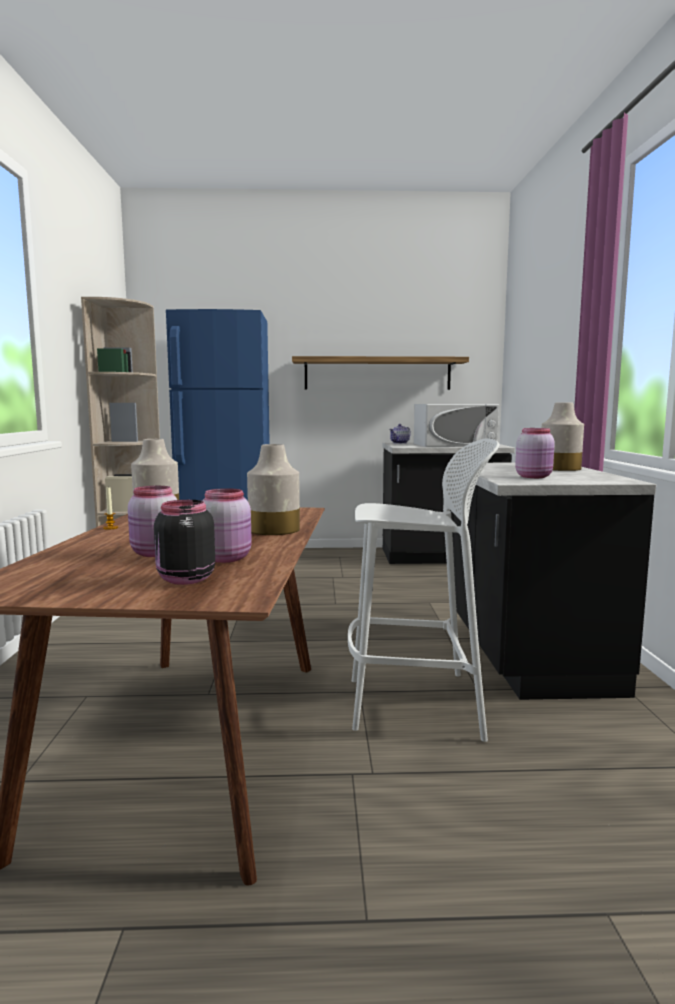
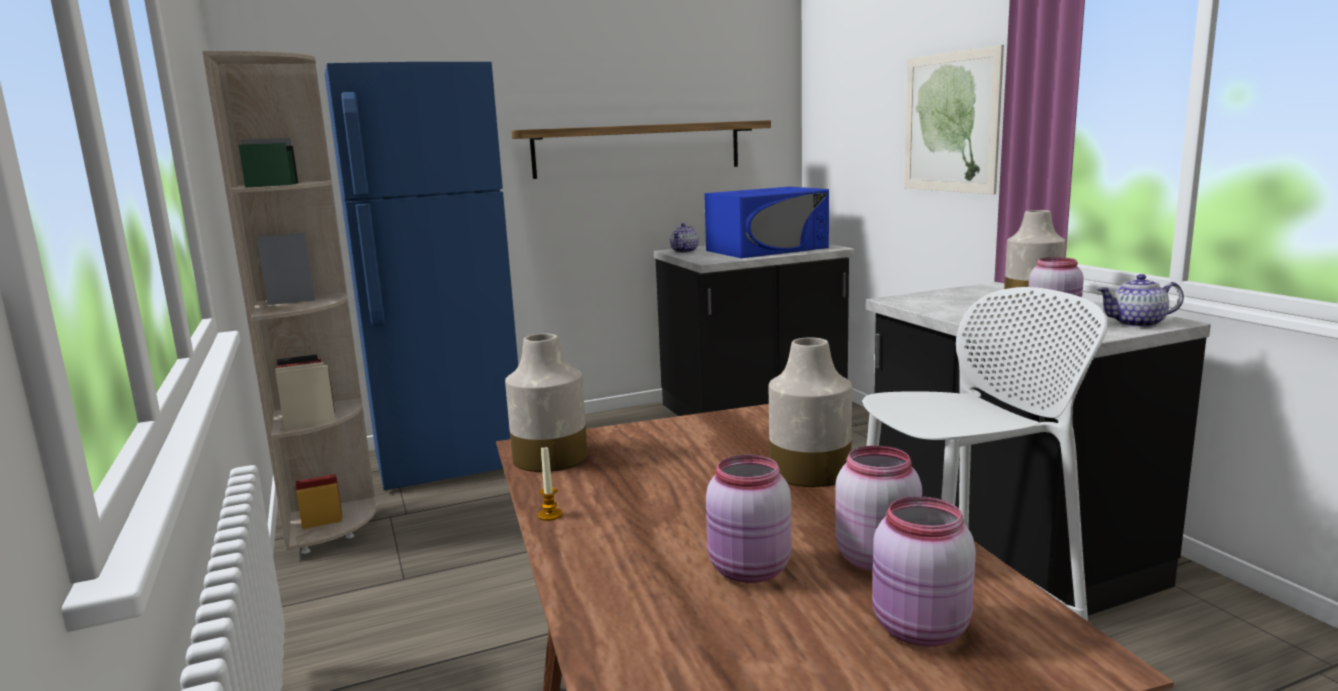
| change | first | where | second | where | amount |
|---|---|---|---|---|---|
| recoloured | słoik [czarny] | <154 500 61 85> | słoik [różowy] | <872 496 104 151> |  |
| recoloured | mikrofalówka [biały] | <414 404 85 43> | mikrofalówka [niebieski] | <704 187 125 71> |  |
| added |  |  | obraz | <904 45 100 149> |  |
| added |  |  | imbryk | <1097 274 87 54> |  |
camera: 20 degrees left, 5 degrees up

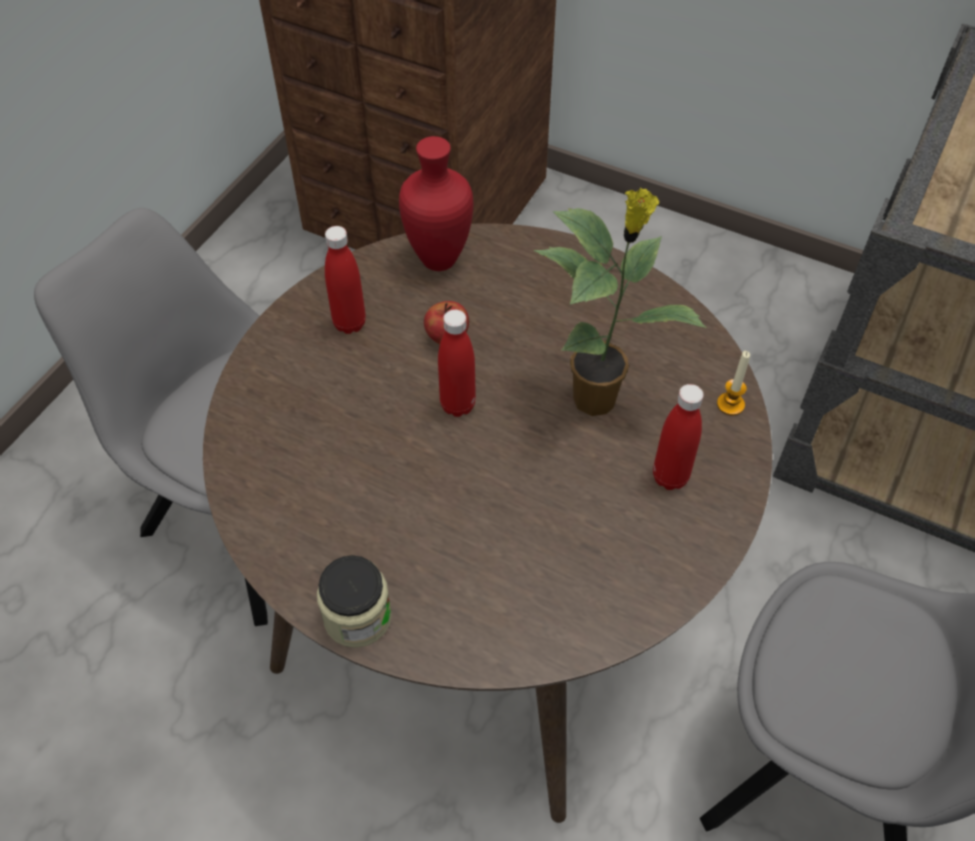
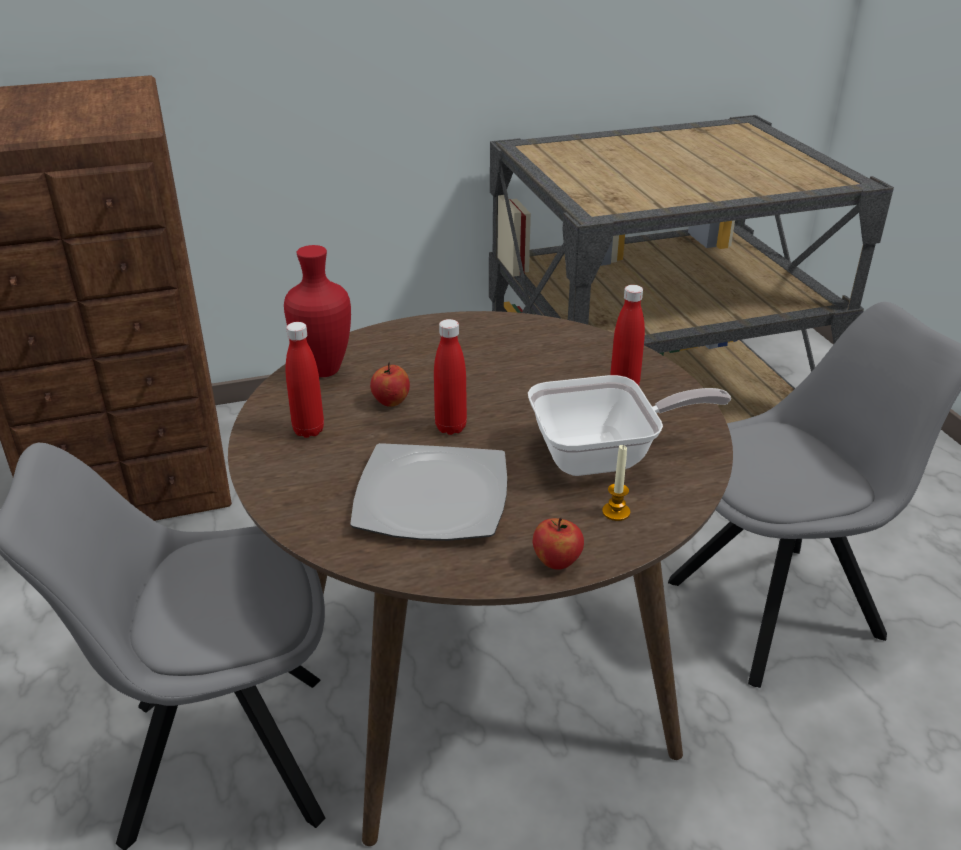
| change | first | where | second | where | amount |
|---|---|---|---|---|---|
| replaced | słoik | <317 555 75 93> | jabłko | <532 517 52 53> |  |
| removed | roślina doniczkowa | <533 188 174 228> |  |  |  |
| moved | świeca | <717 351 33 65> |  | <602 445 28 76> |  |
| added |  |  | talerz | <350 443 157 98> |  |
| added |  |  | patelnia | <528 375 203 101> |  |
camera: 45 degrees left, 20 degrees down

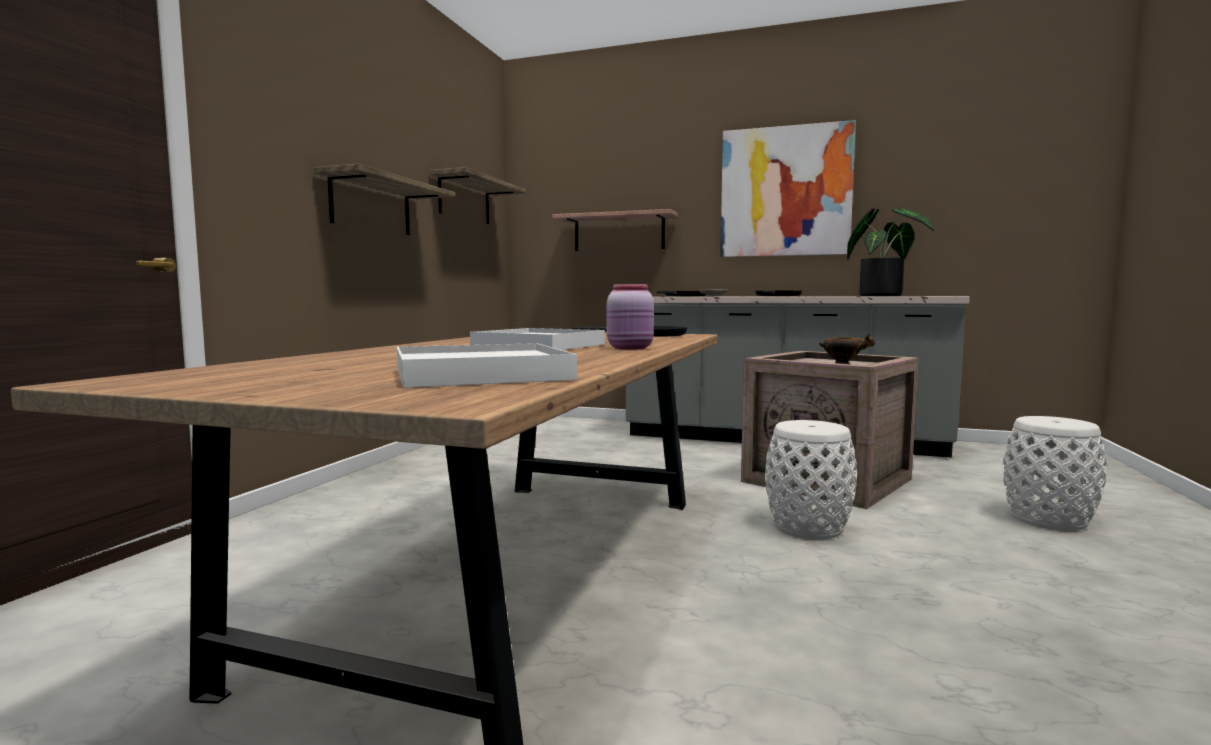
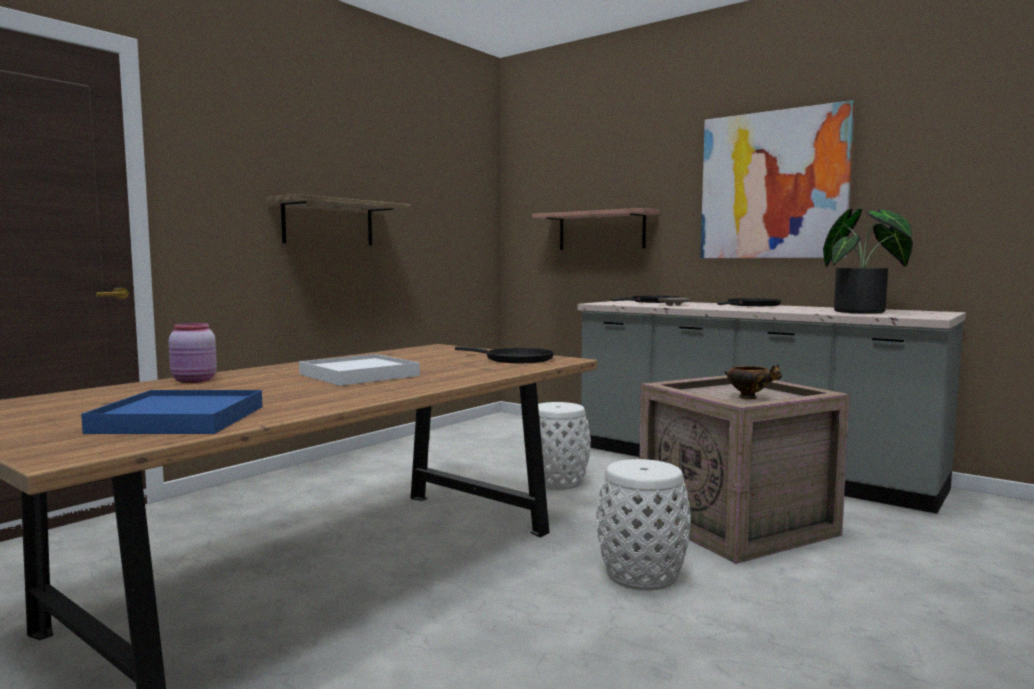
| change | first | where | second | where | amount |
|---|---|---|---|---|---|
| recoloured | taca [biały] | <397 343 180 45> | taca [niebieski] | <81 390 182 44> |  |
| removed | półka | <429 167 97 57> |  |  |  |
| moved | słoik [różowy] | <607 284 47 66> |  | <169 323 48 60> |  |
| moved | stołek [biały] | <1003 416 104 115> |  | <538 402 53 88> |  |
camera: 20 degrees right, 0 degrees up

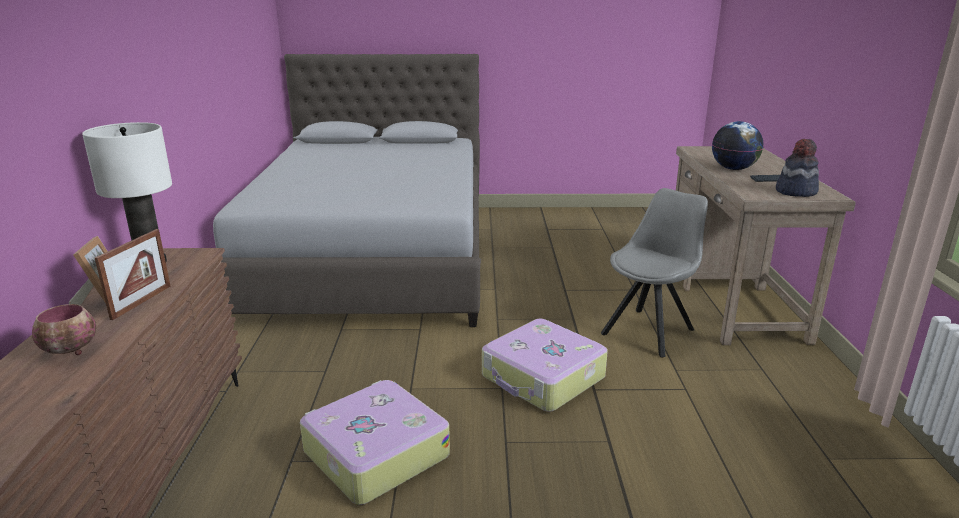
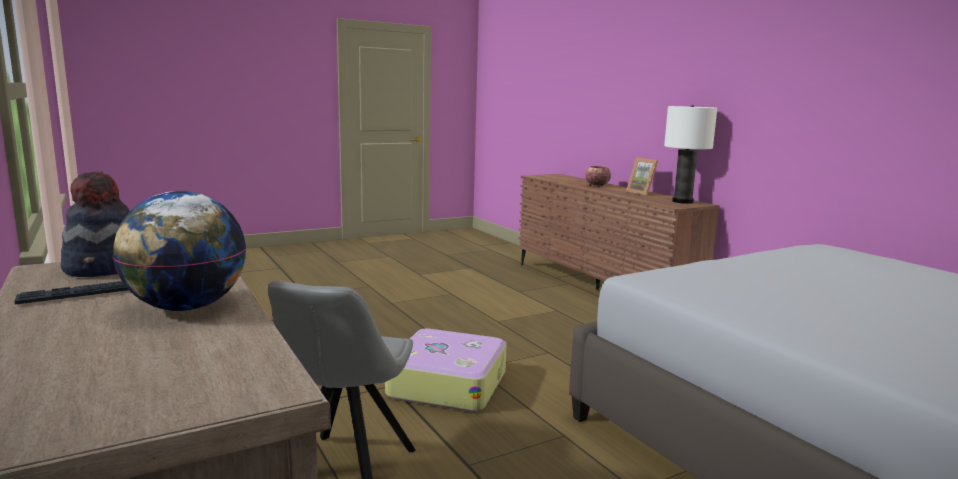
| change | first | where | second | where | amount |
|---|---|---|---|---|---|
| removed | ramka na zdjęcie | <95 229 75 91> |  |  |  |
| removed | walizka | <300 380 150 125> |  |  |  |
camera: 150 degrees right, 10 degrees down

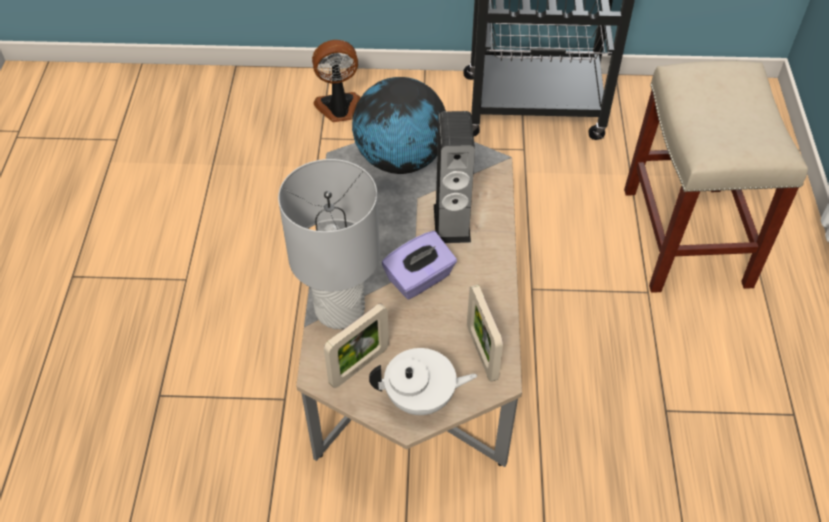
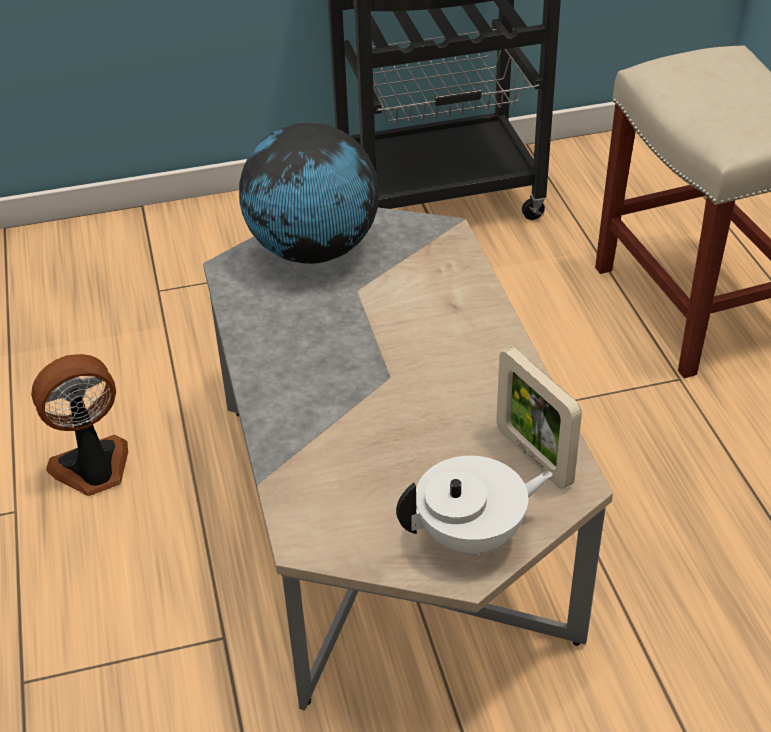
| change | first | where | second | where | amount |
|---|---|---|---|---|---|
| removed | lampa stołowa [szary] | <278 159 102 170> |  |  |  |
| moved | wentylator | <312 40 49 82> |  | <31 354 97 142> |  |
| removed | ramka na zdjęcie | <324 304 65 84> |  |  |  |
| removed | pudełko chusteczek [fioletowy] | <382 231 75 68> |  |  |  |
| removed | głośnik | <434 111 41 132> |  |  |  |
camera: 15 degrees left, 10 degrees down

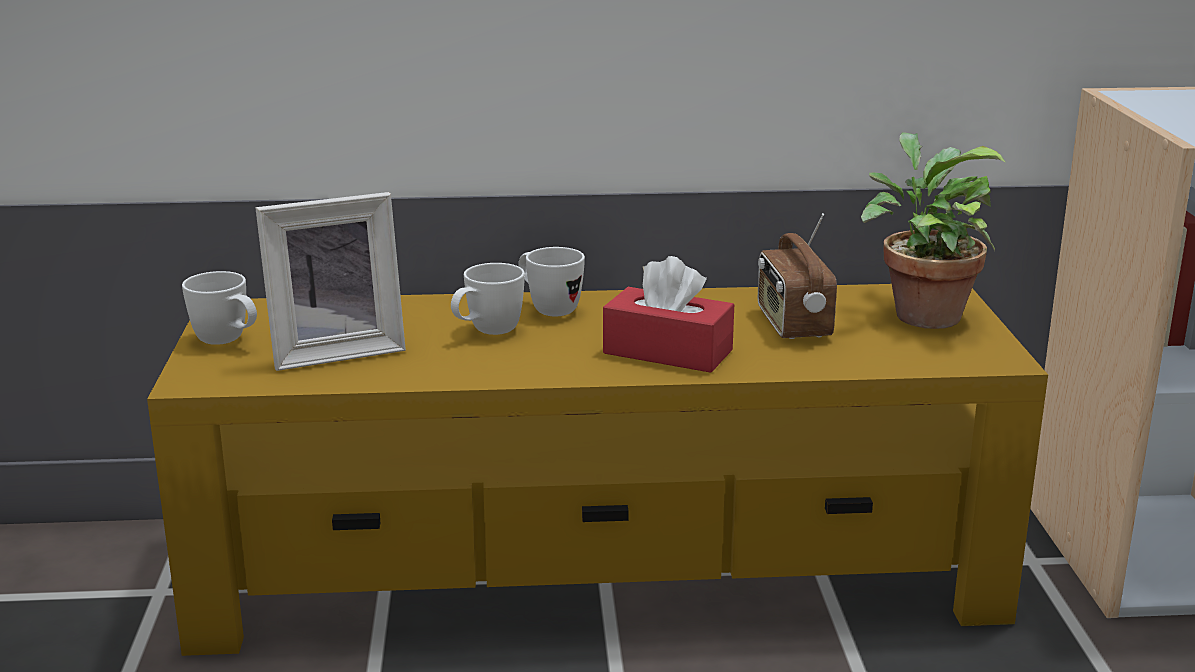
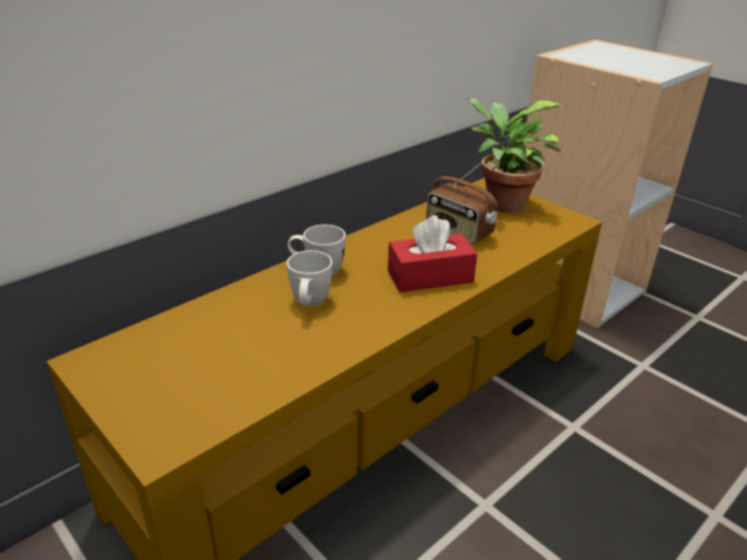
| change | first | where | second | where | amount |
|---|---|---|---|---|---|
| removed | kubek [biały] | <182 271 75 74> |  |  |  |
| removed | ramka na zdjęcie | <256 192 150 179> |  |  |  |
camera: 40 degrees left, 10 degrees up

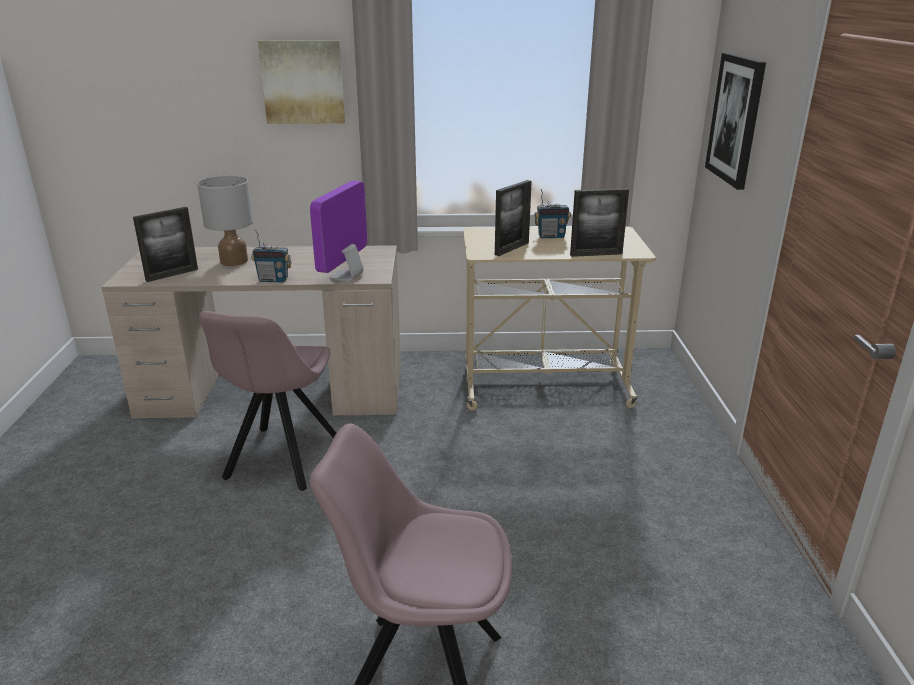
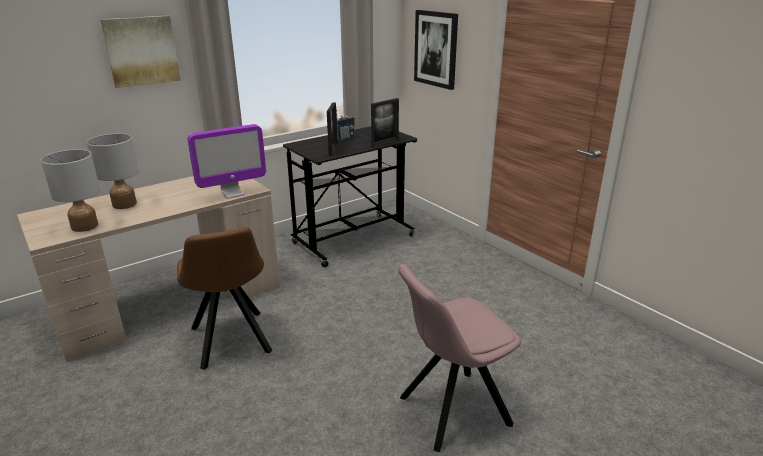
| change | first | where | second | where | amount |
|---|---|---|---|---|---|
| replaced | ramka na zdjęcie | <133 207 65 75> | lampa stołowa [szary] | <41 149 59 83> |  |
| recoloured | krzesło [różowy] | <199 311 137 180> | krzesło [brązowy] | <177 227 95 143> |  |
| removed | radio | <251 230 41 53> |  |  |  |
| turned | monitor | <310 181 57 101> |  | <187 124 79 75> | 105 degrees counterclockwise |
| recoloured | biurko [beżowy] | <463 227 193 183> | biurko [czarny] | <283 126 134 141> |  |
camera: 35 degrees left, 0 degrees up

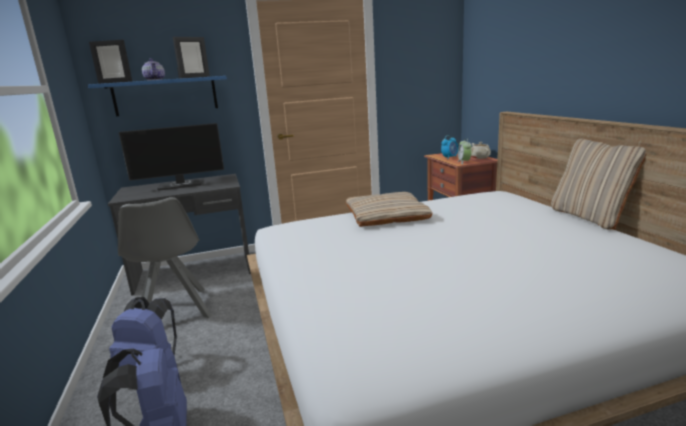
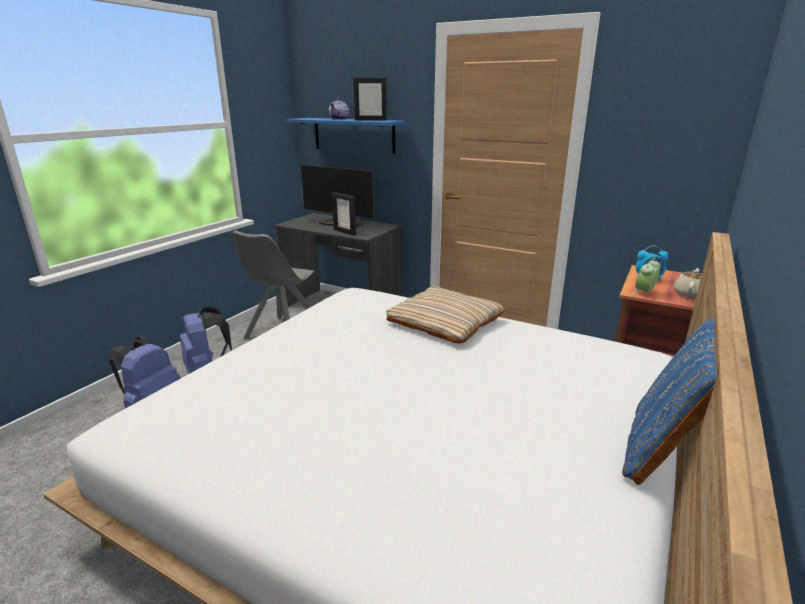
| change | first | where | second | where | amount |
|---|---|---|---|---|---|
| moved | ramka na zdjęcie | <89 40 43 44> |  | <332 192 24 44> |  |
| recoloured | poduszka [beżowy] | <551 139 95 91> | poduszka [niebieski] | <622 317 95 168> |  |
camera: 45 degrees right, 5 degrees up

